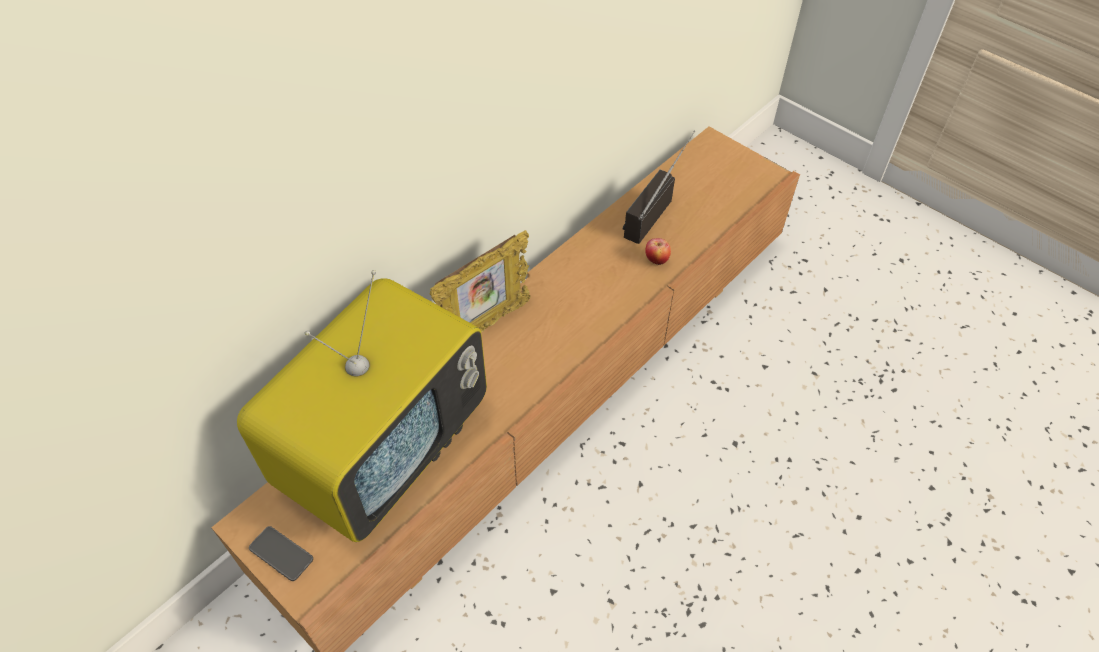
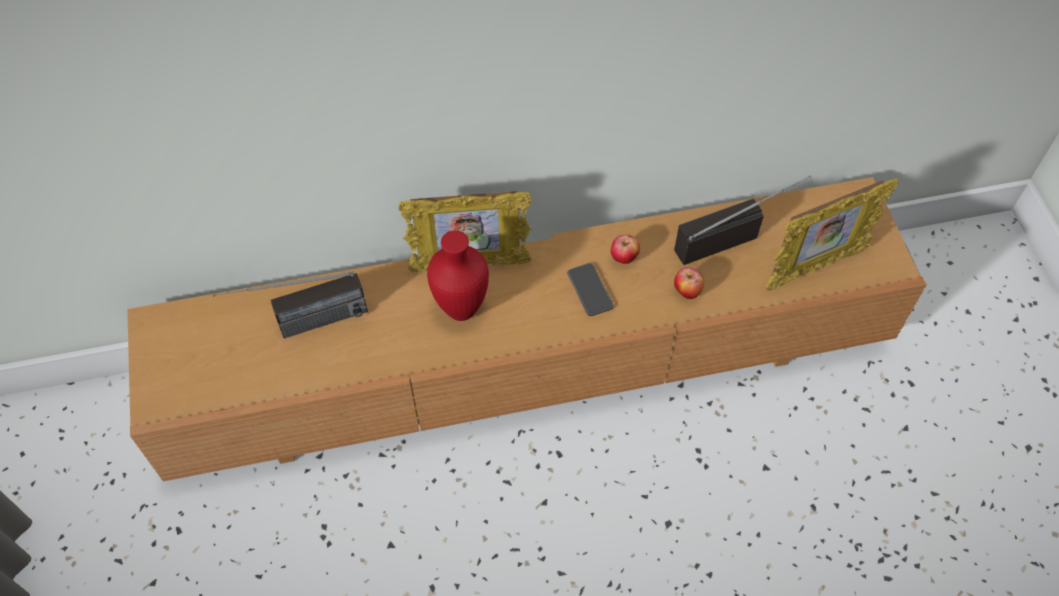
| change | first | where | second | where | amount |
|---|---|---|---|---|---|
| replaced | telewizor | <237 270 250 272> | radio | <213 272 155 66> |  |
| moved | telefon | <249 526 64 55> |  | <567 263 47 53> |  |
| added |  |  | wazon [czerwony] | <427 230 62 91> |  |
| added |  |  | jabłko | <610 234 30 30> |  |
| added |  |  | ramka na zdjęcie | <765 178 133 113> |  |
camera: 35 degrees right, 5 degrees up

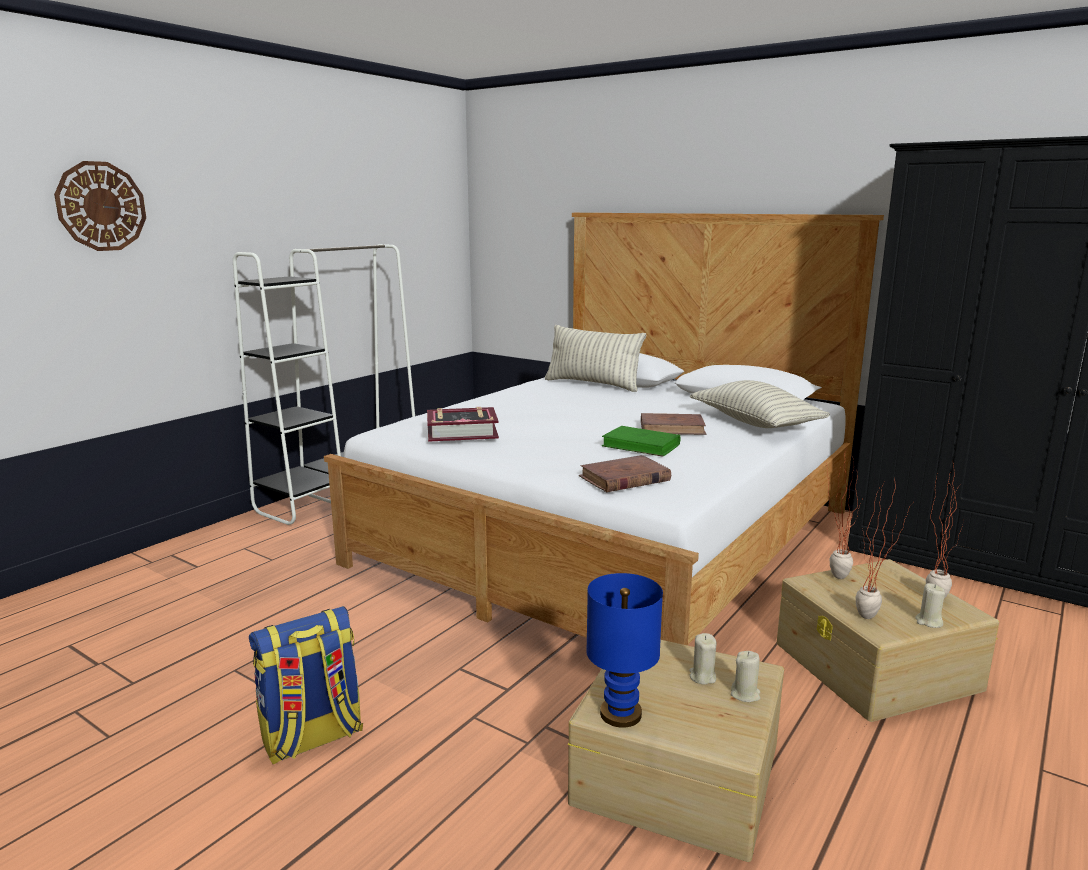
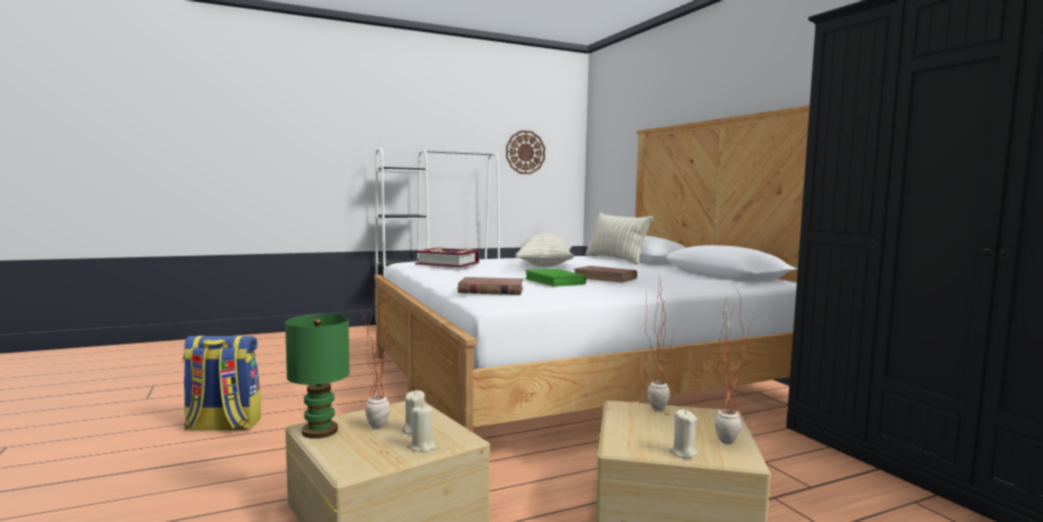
| change | first | where | second | where | amount |
|---|---|---|---|---|---|
| moved | zegar ścienny | <54 161 92 90> |  | <506 130 39 44> |  |
| recoloured | lampa stołowa [niebieski] | <586 573 77 155> | lampa stołowa [zielony] | <285 314 65 125> |  |
| moved | poduszka | <690 380 140 48> |  | <515 233 59 34> |  |
| moved | roślina doniczkowa | <856 482 57 137> |  | <362 282 28 147> |  |
camera: 30 degrees right, 10 degrees down

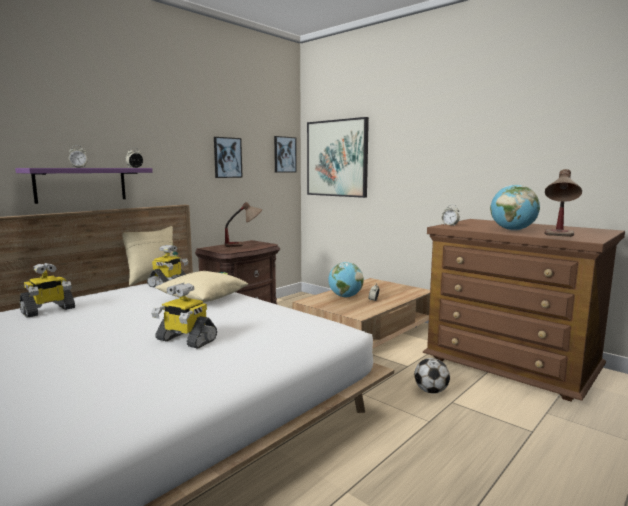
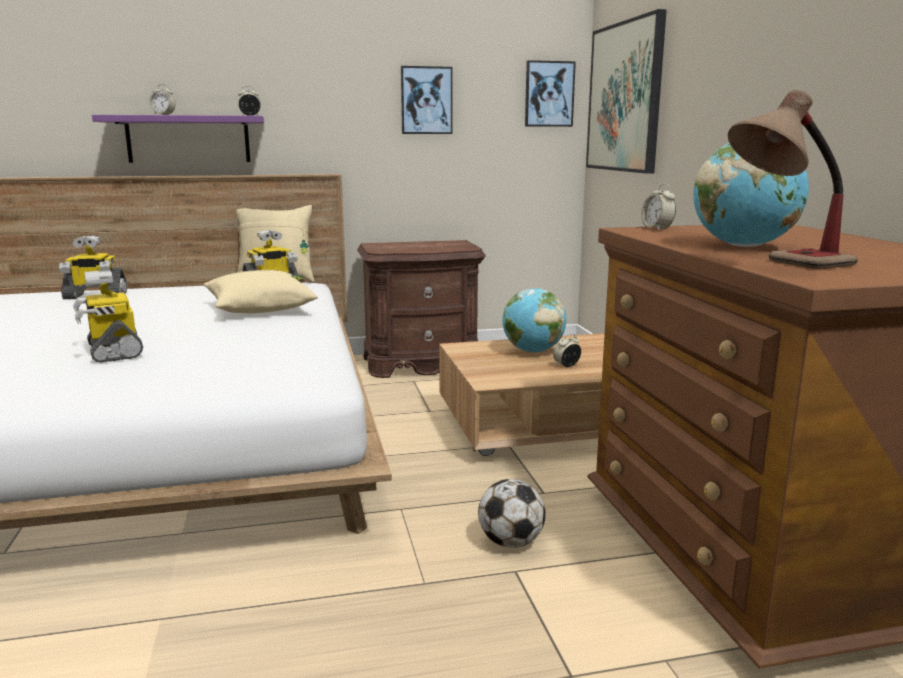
| change | first | where | second | where | amount |
|---|---|---|---|---|---|
| removed | lampa stołowa | <224 202 38 45> |  |  |  |
camera: 35 degrees right, 5 degrees up

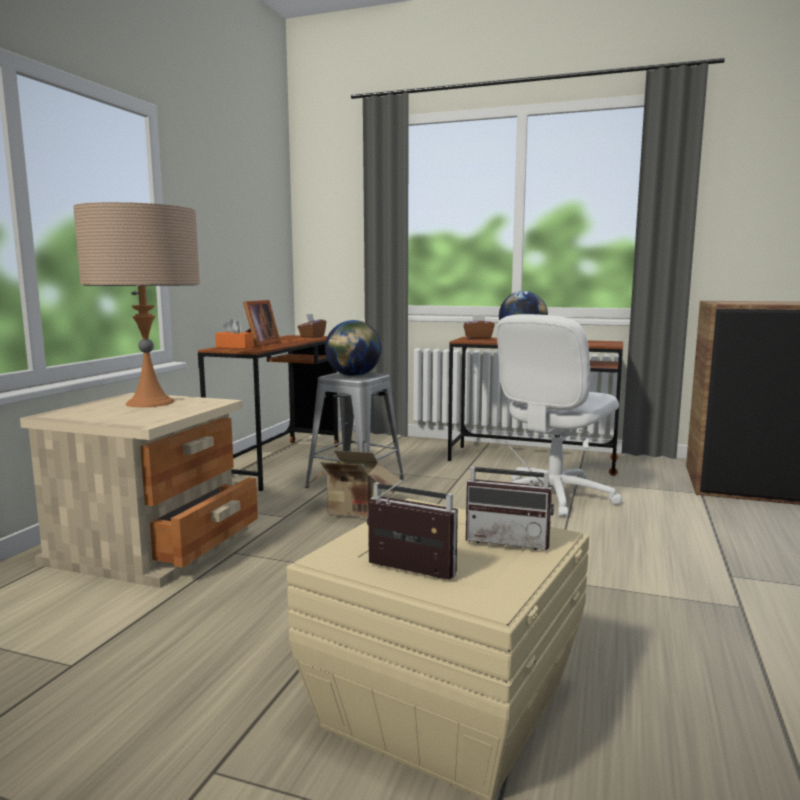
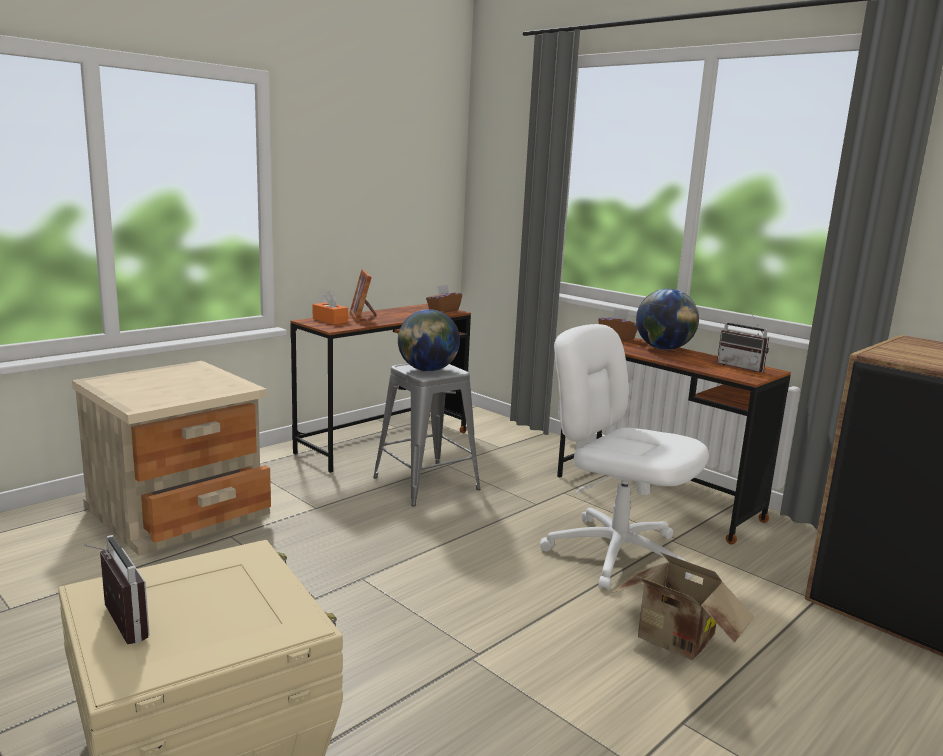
| change | first | where | second | where | amount |
|---|---|---|---|---|---|
| removed | lampa stołowa [beżowy] | <73 202 127 206> |  |  |  |
| turned | ramka na zdjęcie | <243 300 37 46> |  | <350 269 26 54> | 120 degrees clockwise |
| moved | karton | <306 451 95 67> |  | <612 553 142 107> |  |
| moved | radio | <465 441 89 109> |  | <717 313 52 59> |  |
| turned | krzesło biurowe [biały] | <497 314 125 203> |  | <540 324 169 266> | 60 degrees clockwise |
camera: 25 degrees right, 5 degrees up

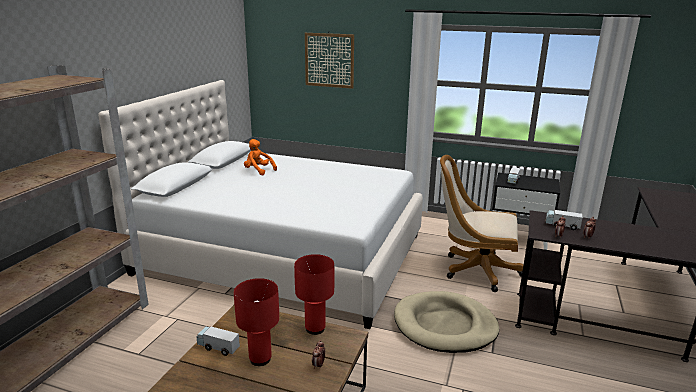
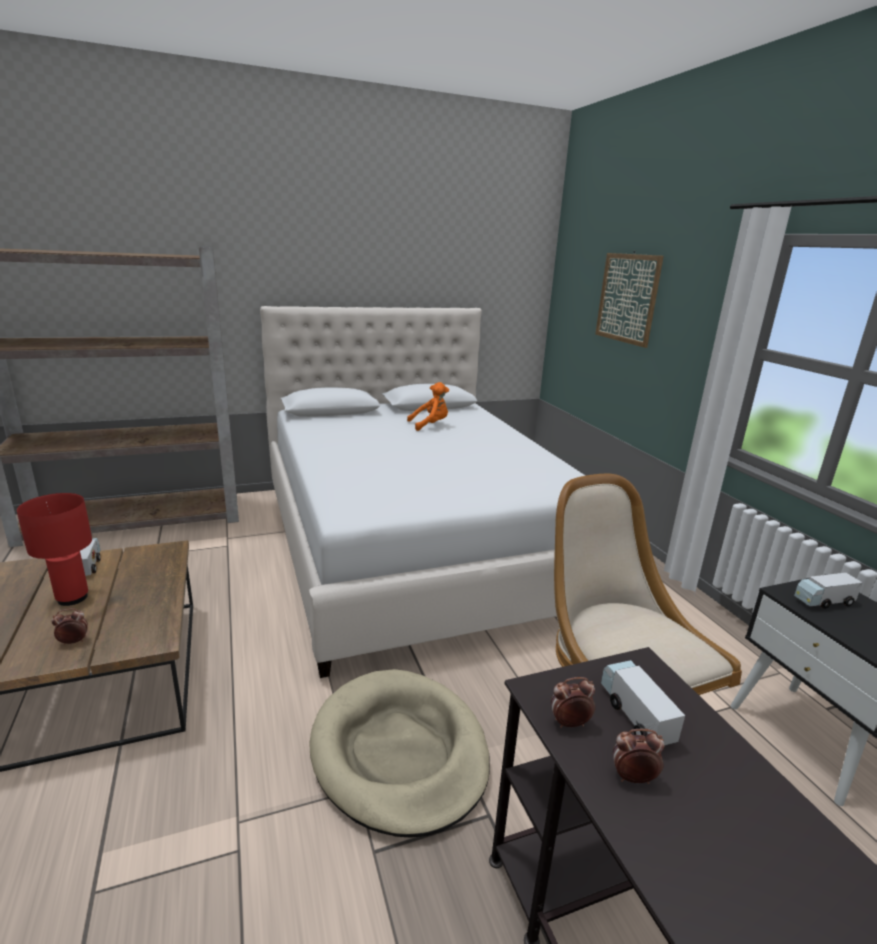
| change | first | where | second | where | amount |
|---|---|---|---|---|---|
| turned | pluszak [pomarańczowy] | <244 139 33 36> |  | <407 382 42 49> | 75 degrees clockwise |
| removed | lampa stołowa [czerwony] | <294 254 40 81> |  |  |  |
camera: 50 degrees right, 0 degrees up

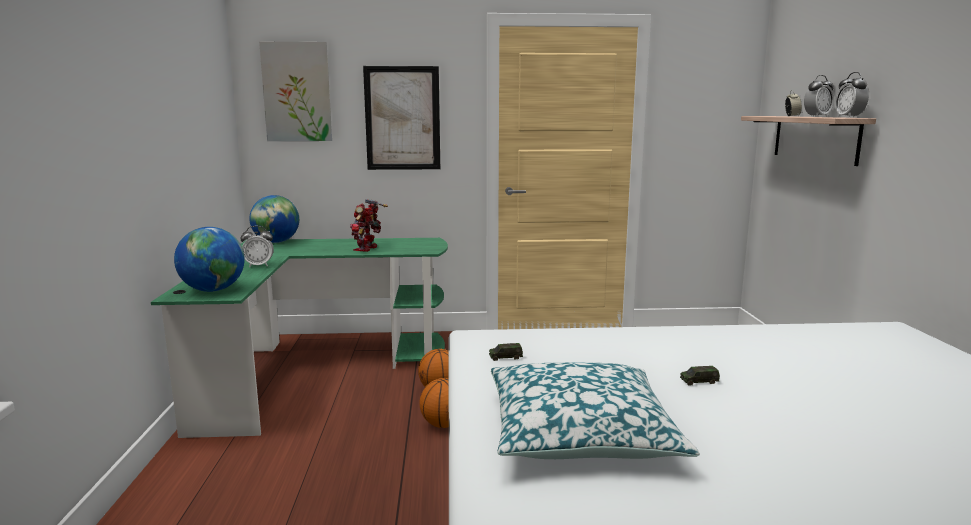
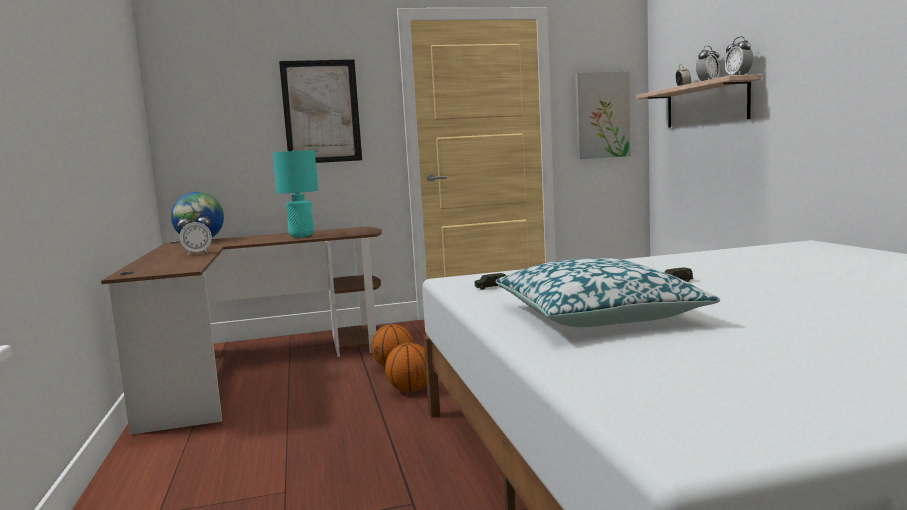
| change | first | where | second | where | amount |
|---|---|---|---|---|---|
| recoloured | biurko [zielony] | <151 238 297 200> | biurko [brązowy] | <101 227 281 208> |  |
| removed | globus | <174 227 71 65> |  |  |  |
| moved | obraz | <259 42 73 99> |  | <575 71 56 88> |  |
| replaced | robot zabawkowy | <350 199 38 53> | lampa stołowa [turkusowy] | <273 150 45 88> |  |
camera: 10 degrees left, 5 degrees down

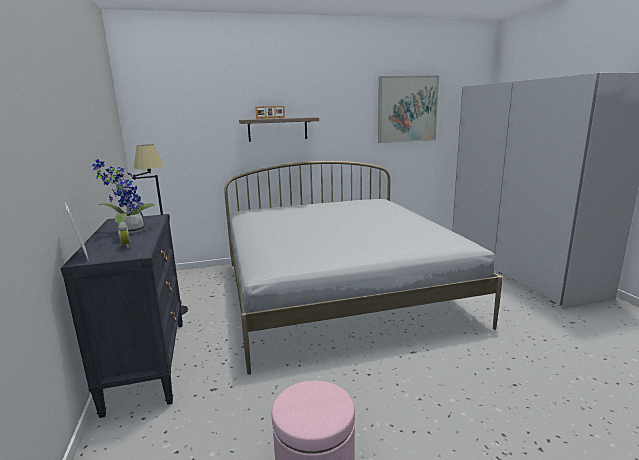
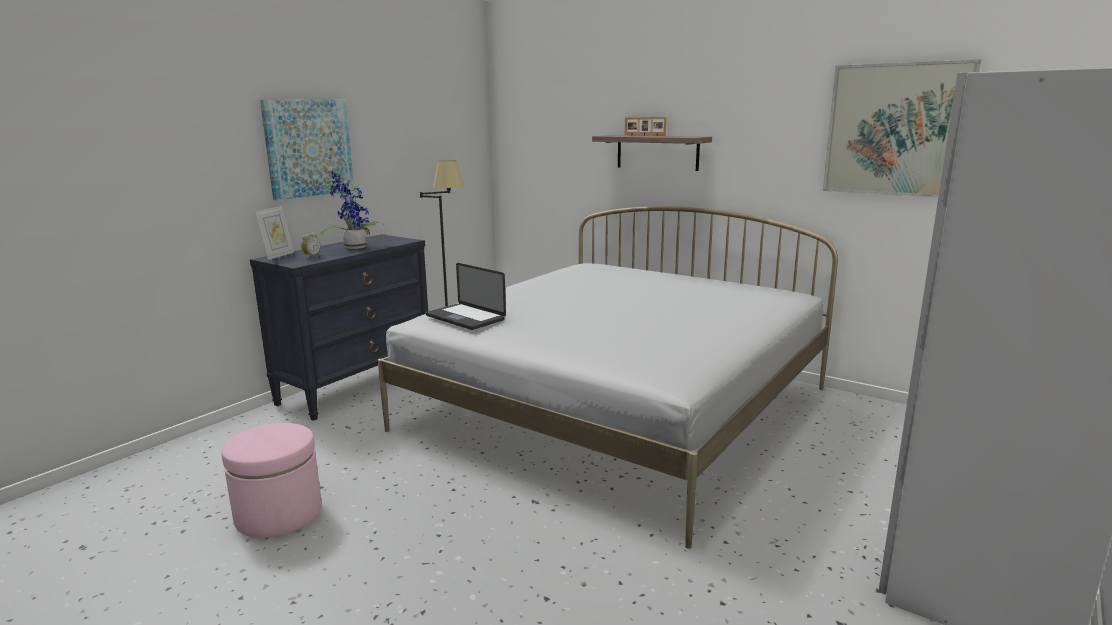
| change | first | where | second | where | amount |
|---|---|---|---|---|---|
| added |  |  | obraz | <260 99 95 101> |  |
| added |  |  | laptop | <426 263 80 67> |  |
camera: 50 degrees right, 0 degrees up

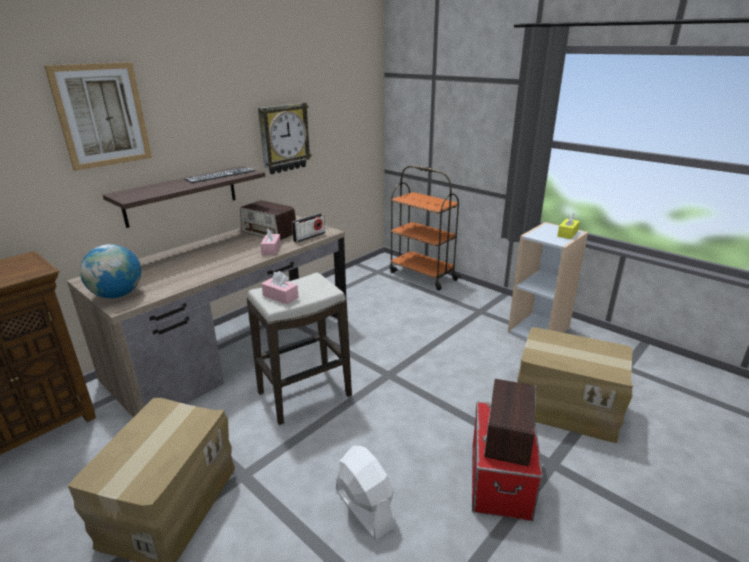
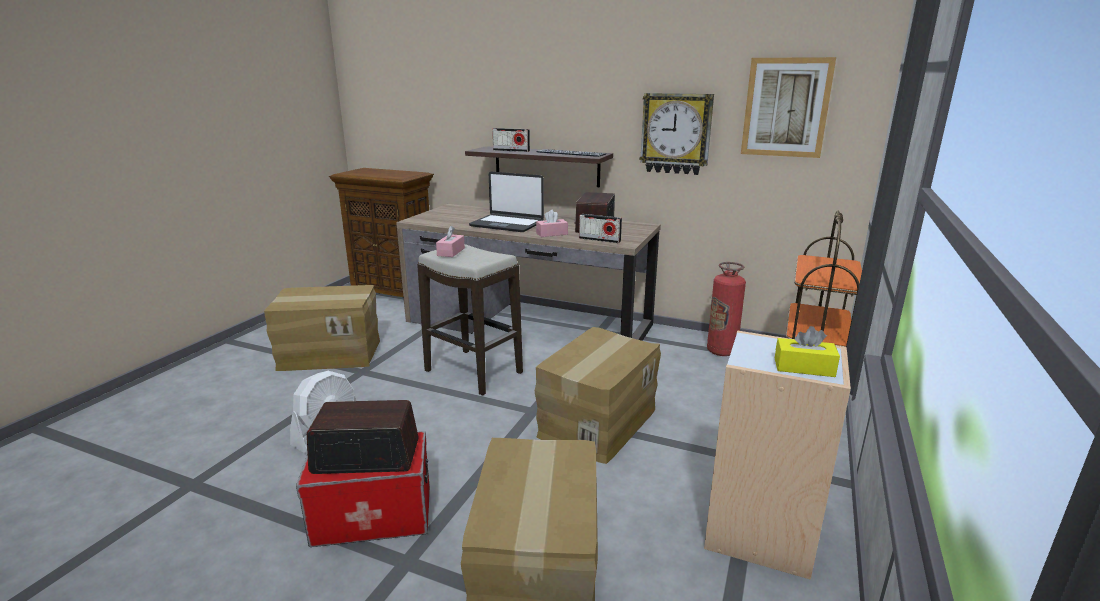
| change | first | where | second | where | amount |
|---|---|---|---|---|---|
| moved | obraz | <44 62 108 109> |  | <741 57 95 101> |  |
| removed | globus | <80 244 61 54> |  |  |  |
| added |  |  | laptop | <469 171 75 61> |  |
| added |  |  | radio | <492 128 38 24> |  |
| added |  |  | karton | <535 327 126 137> |  |
| added |  |  | gaśnica | <707 262 39 94> |  |
camera: 70 degrees right, 5 degrees down

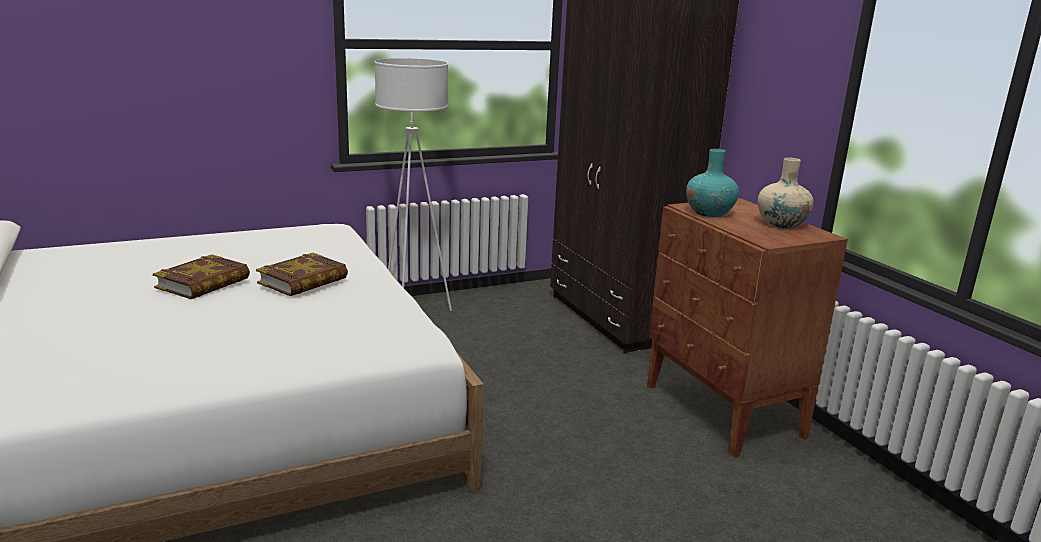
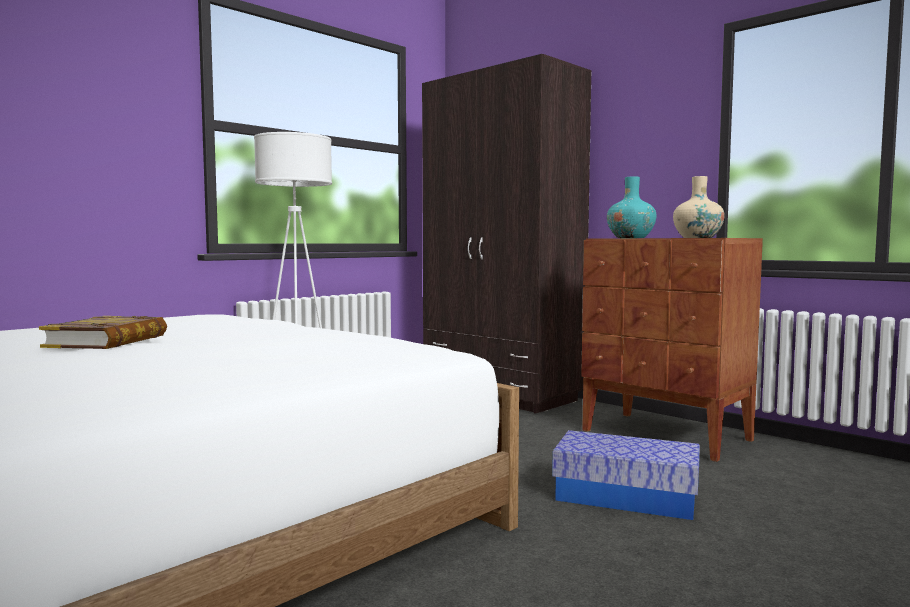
| change | first | where | second | where | amount |
|---|---|---|---|---|---|
| removed | książka | <256 253 92 43> |  |  |  |
| added |  |  | pojemnik do przechowywania | <552 430 148 90> |  |
camera: 20 degrees left, 15 degrees down

